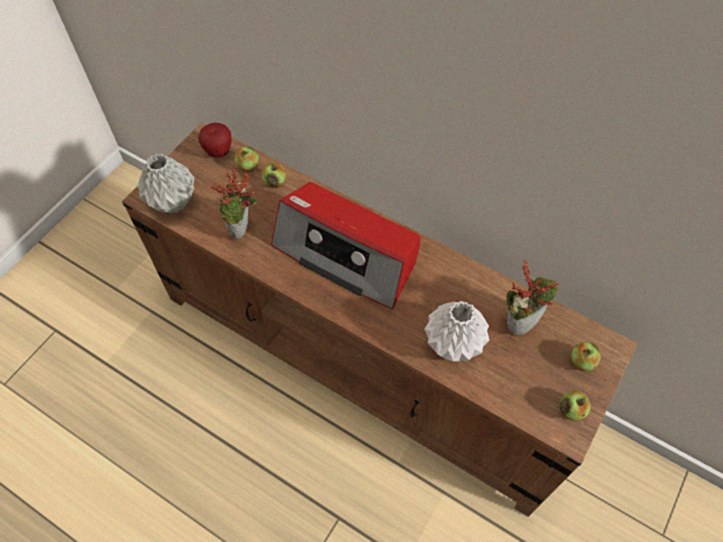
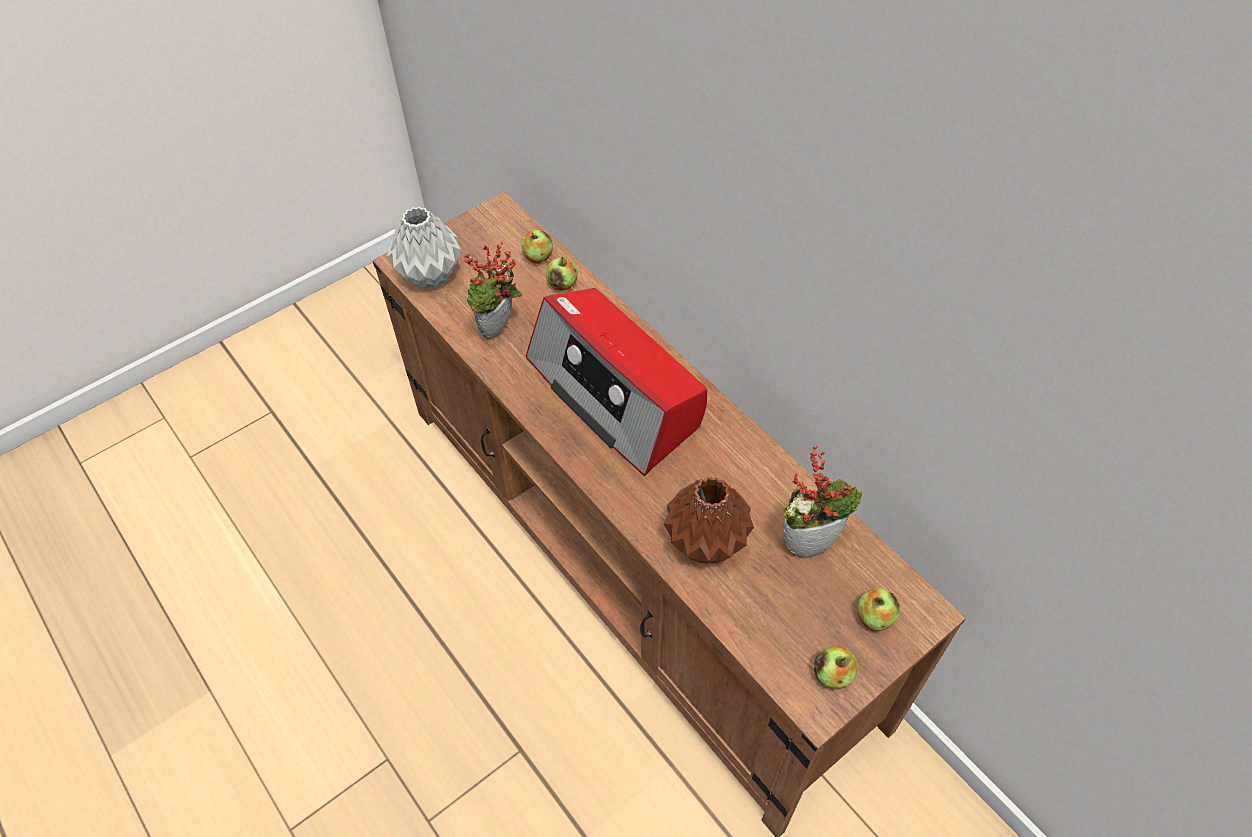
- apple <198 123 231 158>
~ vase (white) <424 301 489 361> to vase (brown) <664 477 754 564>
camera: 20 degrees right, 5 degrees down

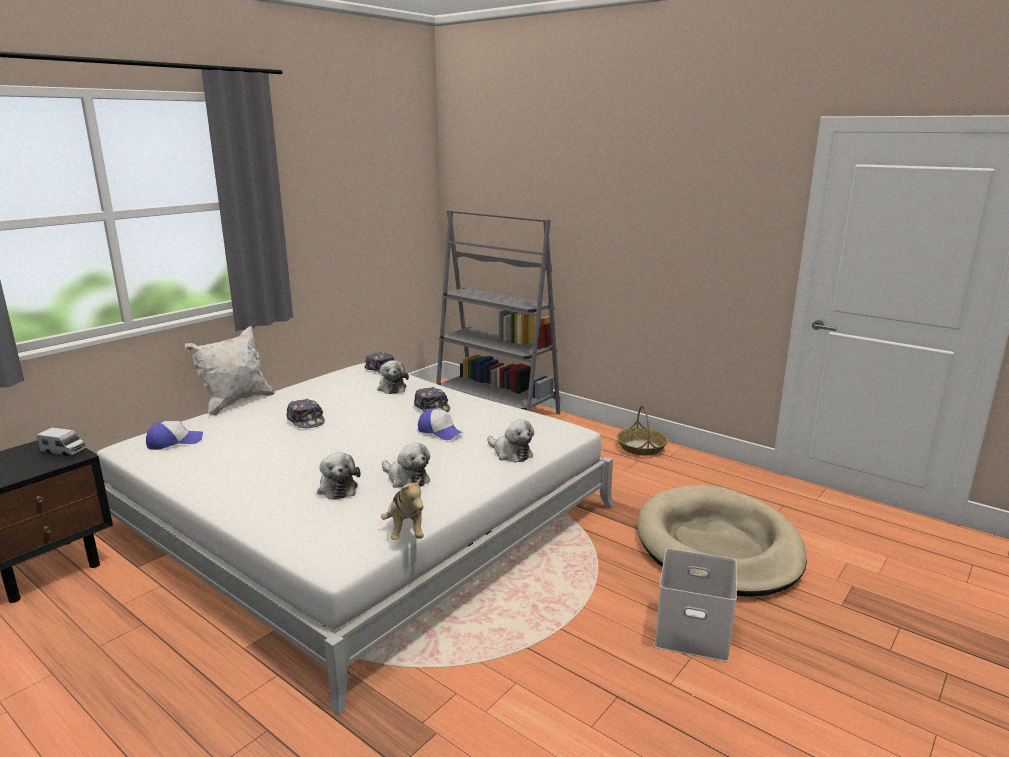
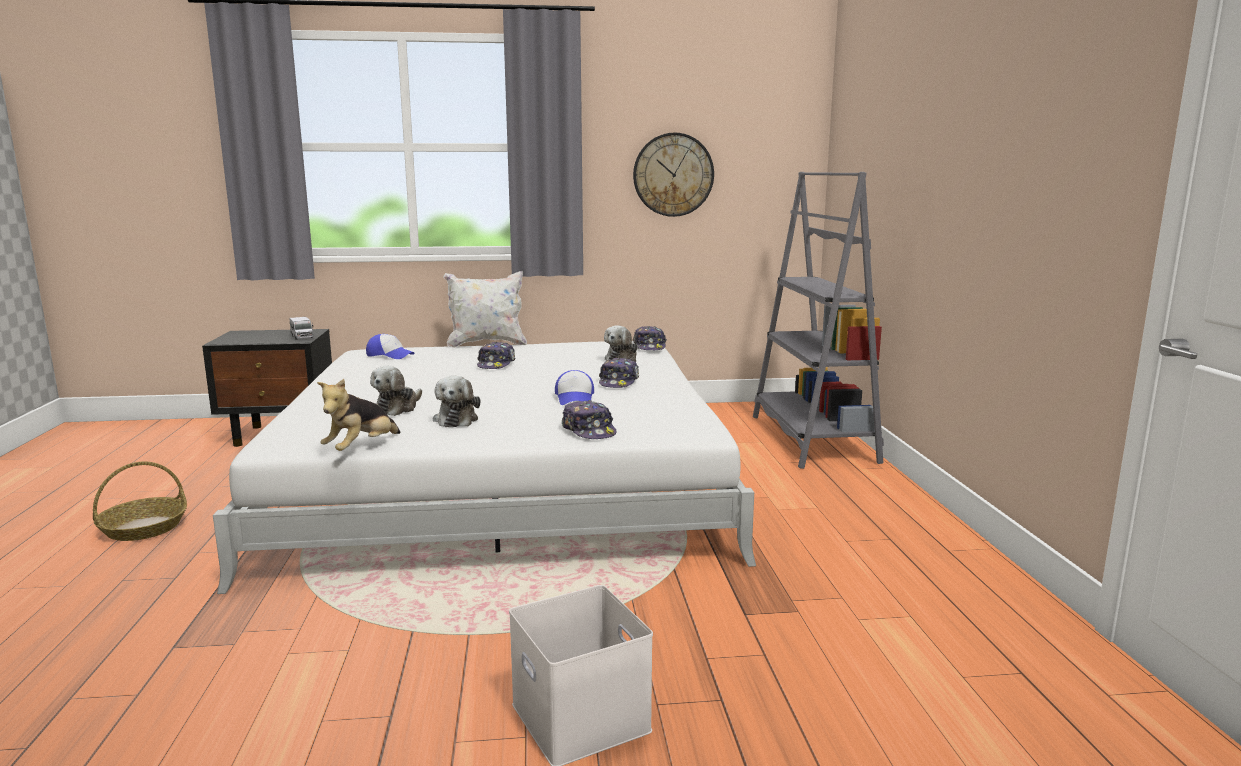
- dog bed (beige) <637 485 807 597>
+ wall clock <633 133 714 217>
~ basket <617 405 668 456> to <93 461 187 541>
~ plush toy <487 420 534 462> to cap <562 400 617 439>
camera: 45 degrees right, 5 degrees down

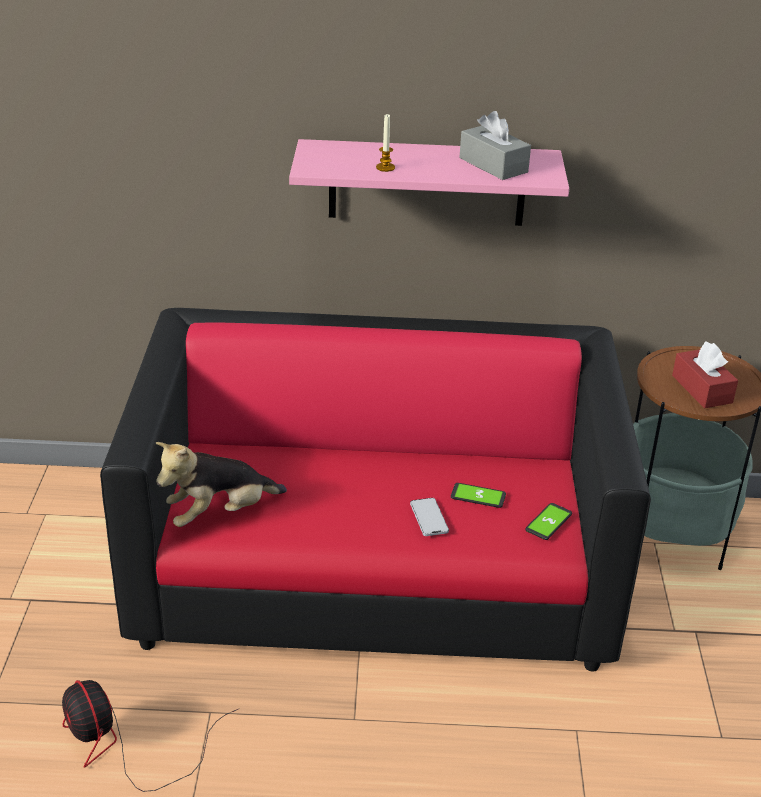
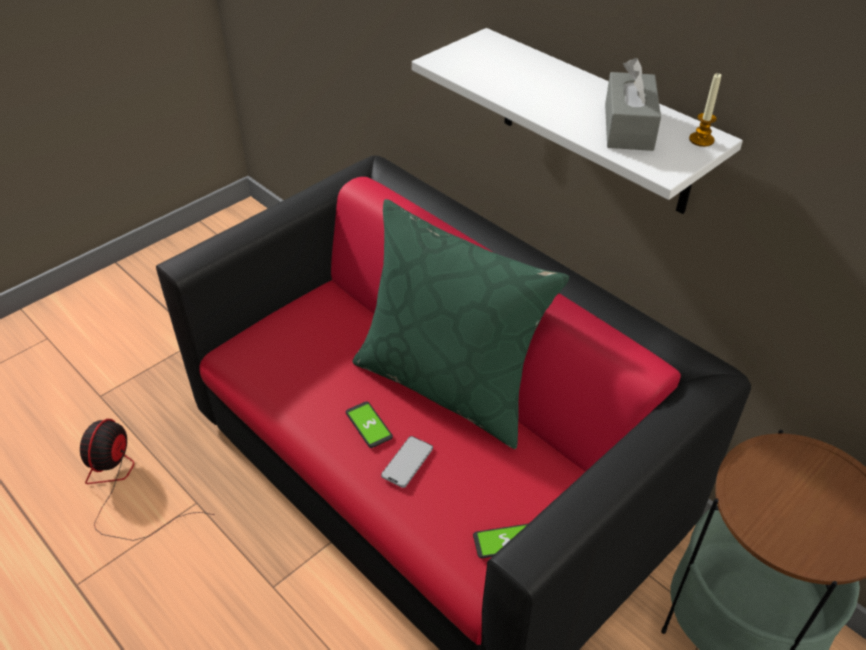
- plush toy <156 442 287 527>
- tissue box (red) <672 342 738 408>
+ pillow (green) <352 199 569 449>
~ candle <376 113 395 172> to <689 72 722 147>
~ phone <451 483 506 508> to <346 401 393 448>
~ shelf (pink) <289 139 569 226> to shelf (white) <412 28 743 214>
camera: 45 degrees right, 10 degrees up

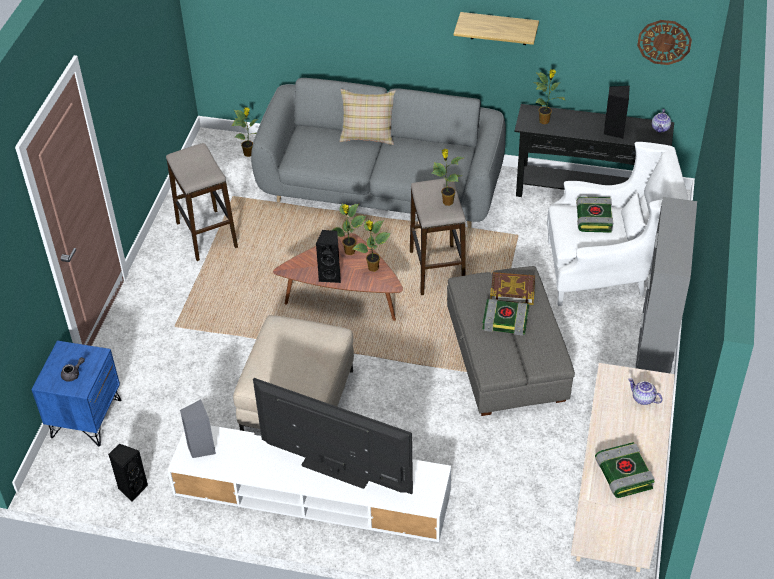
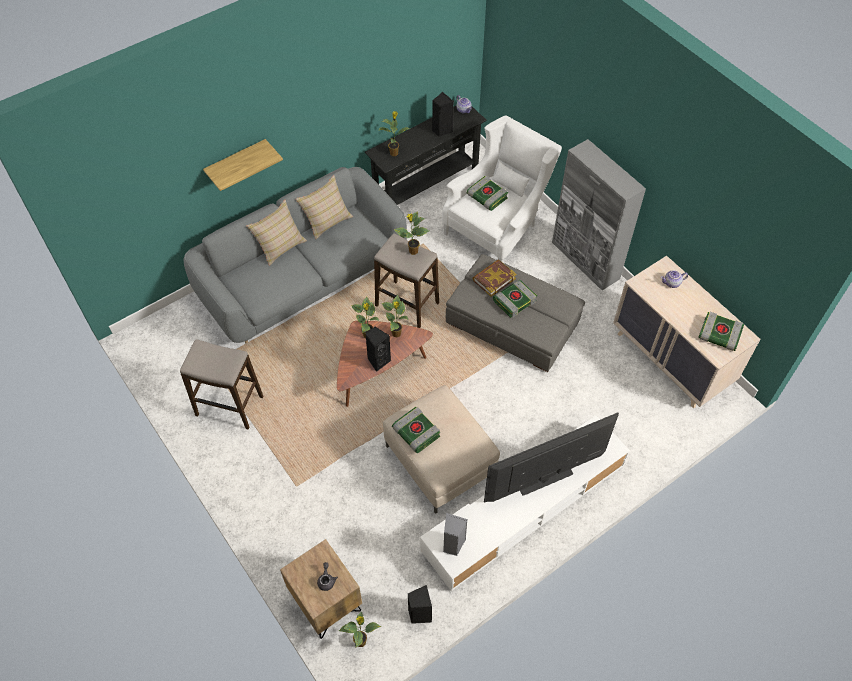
- wall clock <637 20 692 65>
+ pillow (beige) <296 175 353 239>
+ book <392 407 440 453>
~ potted plant <232 107 258 157> to <339 611 381 647>
~ shelf <454 12 539 45> to <203 139 283 191>
~ nightstand (blue) <31 340 121 446> to nightstand (brown) <280 539 362 639>
camera: 50 degrees left, 10 degrees up

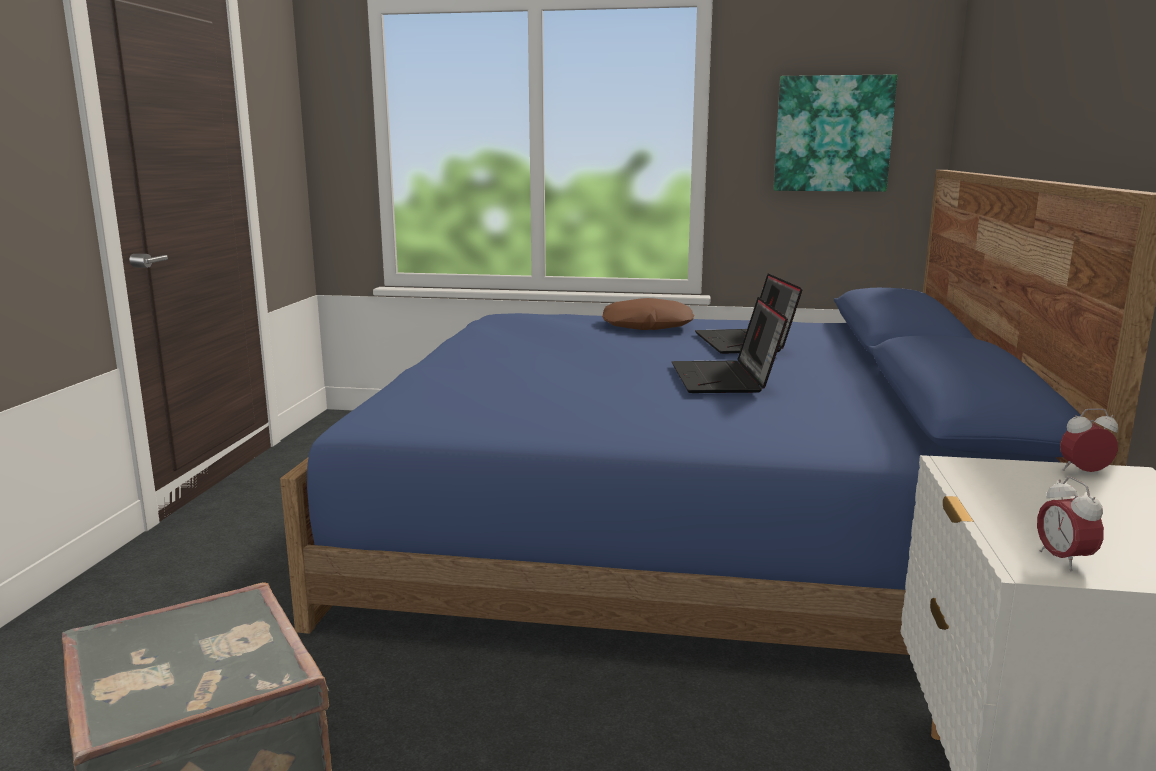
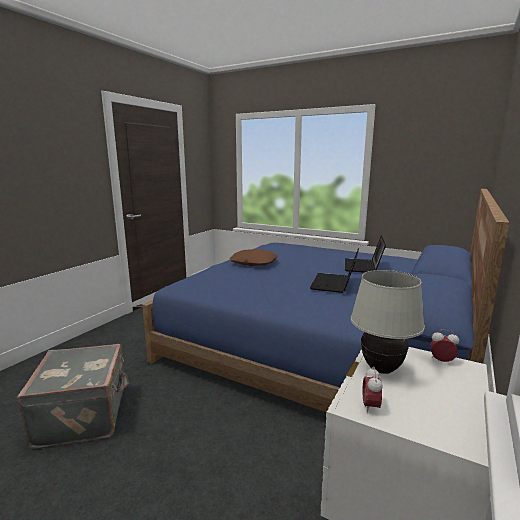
- picture <773 74 897 192>
+ table lamp (white) <350 270 425 374>
~ pillow (brown) <602 298 694 330> to <230 249 277 266>
camera: 20 degrees right, 0 degrees up

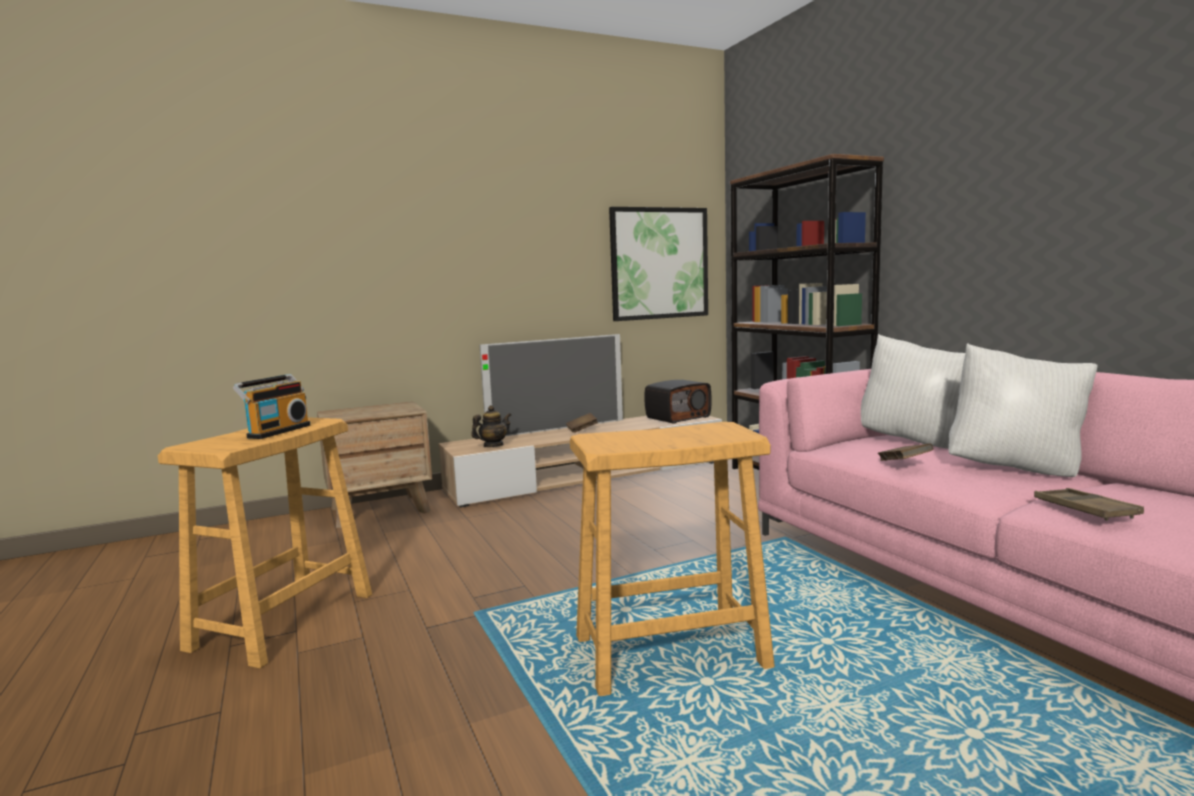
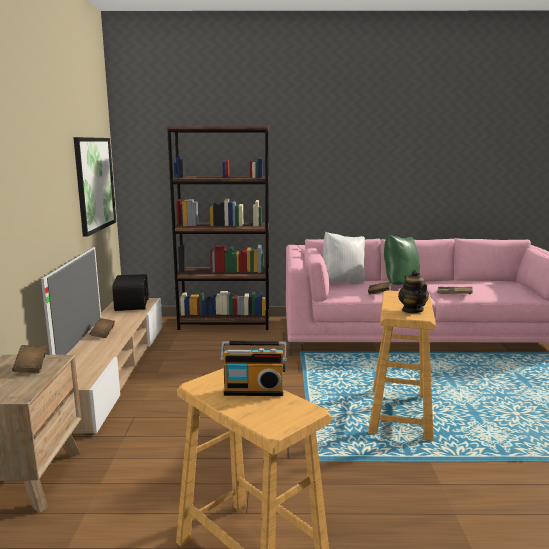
+ book (brown) <12 345 47 373>
~ teapot <471 405 511 447> to <398 270 429 313>
~ pillow (white) <949 343 1098 477> to pillow (green) <384 235 420 285>
~ radio <233 374 310 439> = <220 341 287 396> 135 degrees clockwise
camera: 65 degrees left, 5 degrees up

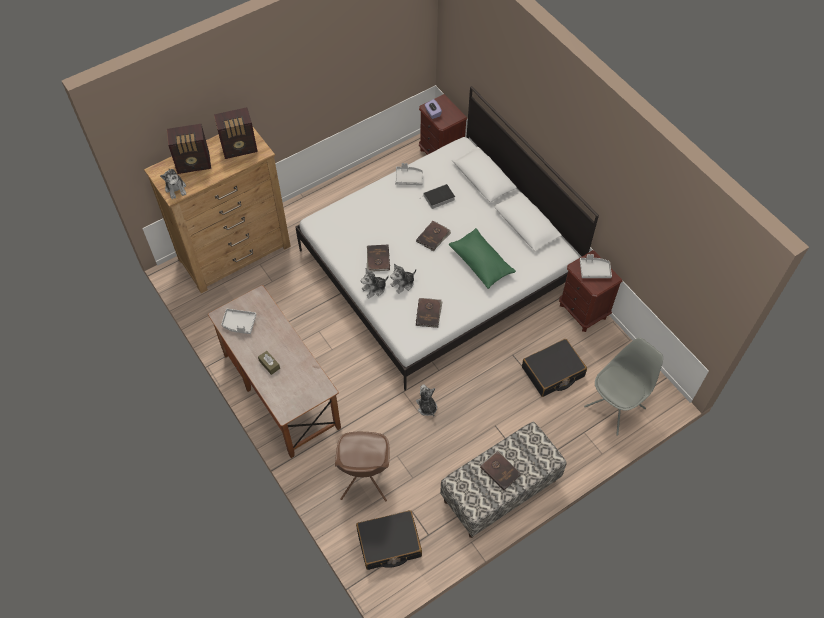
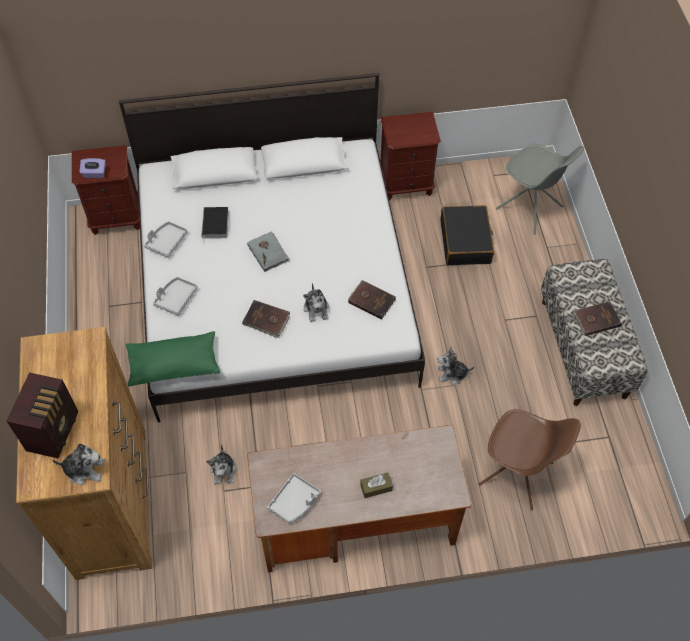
- radio <214 107 258 159>
- suitcase (black) <356 510 422 570>
~ plush toy <361 268 389 298> to <206 444 237 485>
~ pillow (green) <449 228 516 289> to <126 331 220 386>
~ tray (grey) <580 254 612 278> to <153 277 197 316>
~ book (brown) <416 221 451 251> to book (grey) <247 231 289 272>
~ chair (grey) <584 338 663 436> = <496 144 584 235> 150 degrees clockwise
camera: 65 degrees left, 0 degrees up

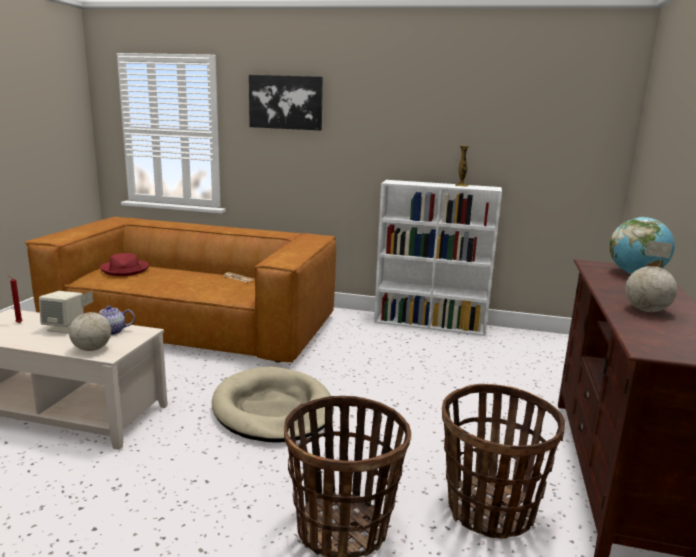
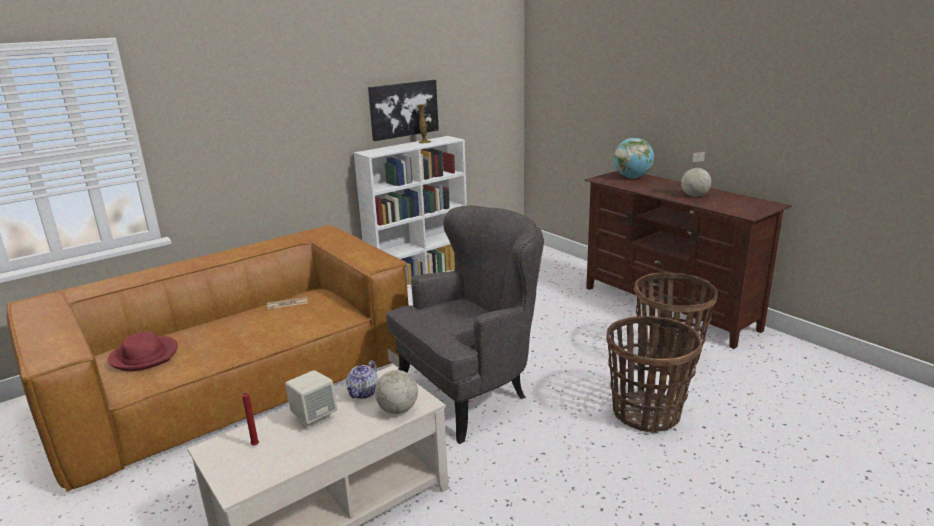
~ picture <249 75 323 130> to <368 80 439 141>
~ dog bed (beige) <212 366 334 443> to armchair (grey) <386 205 544 444>
camera: 50 degrees left, 5 degrees up

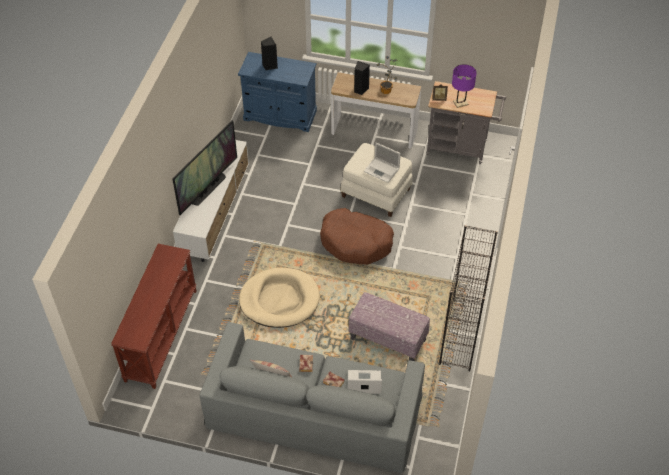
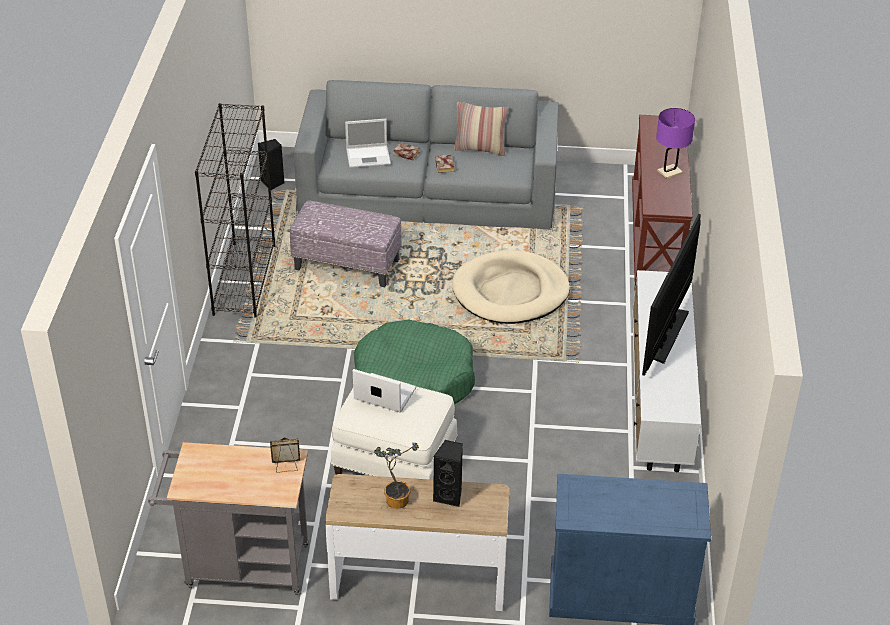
~ speaker (black) <261 37 278 70> to <258 139 284 190>
~ table lamp (purple) <452 64 477 108> to <656 108 695 179>
~ dog bed (brown) <320 208 394 265> to dog bed (green) <354 319 475 404>
camera: 170 degrees right, 10 degrees down

